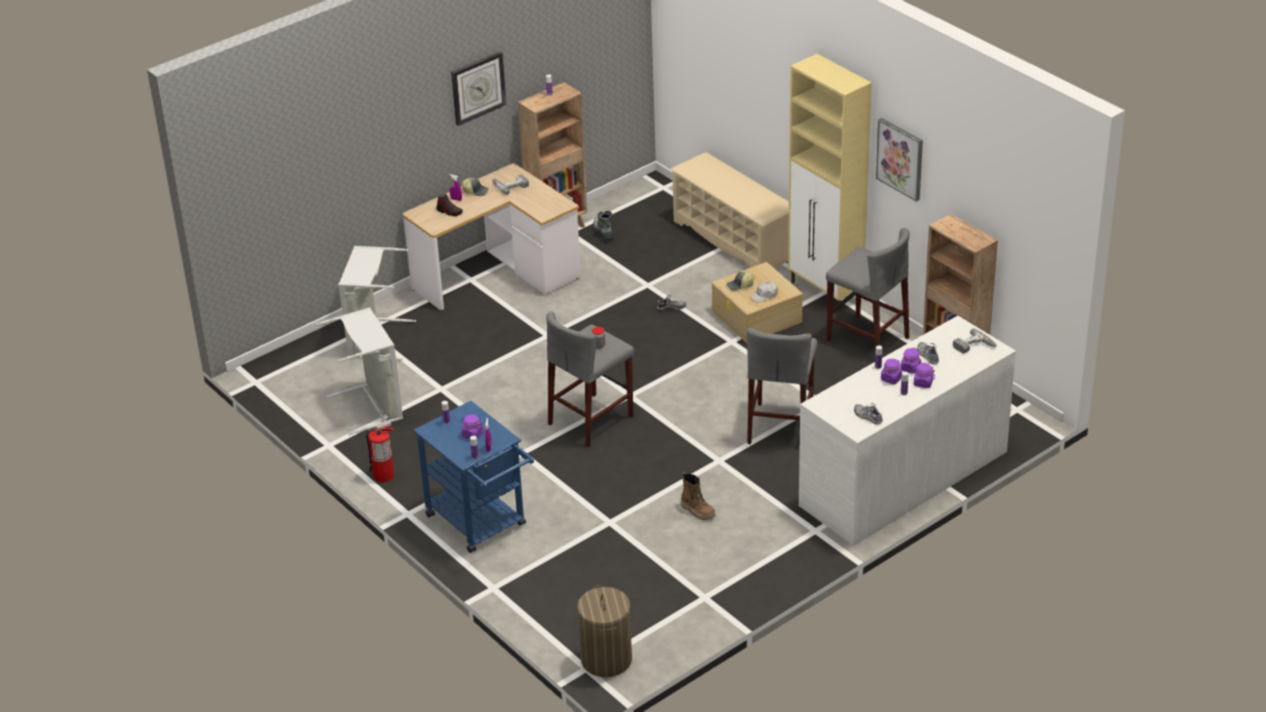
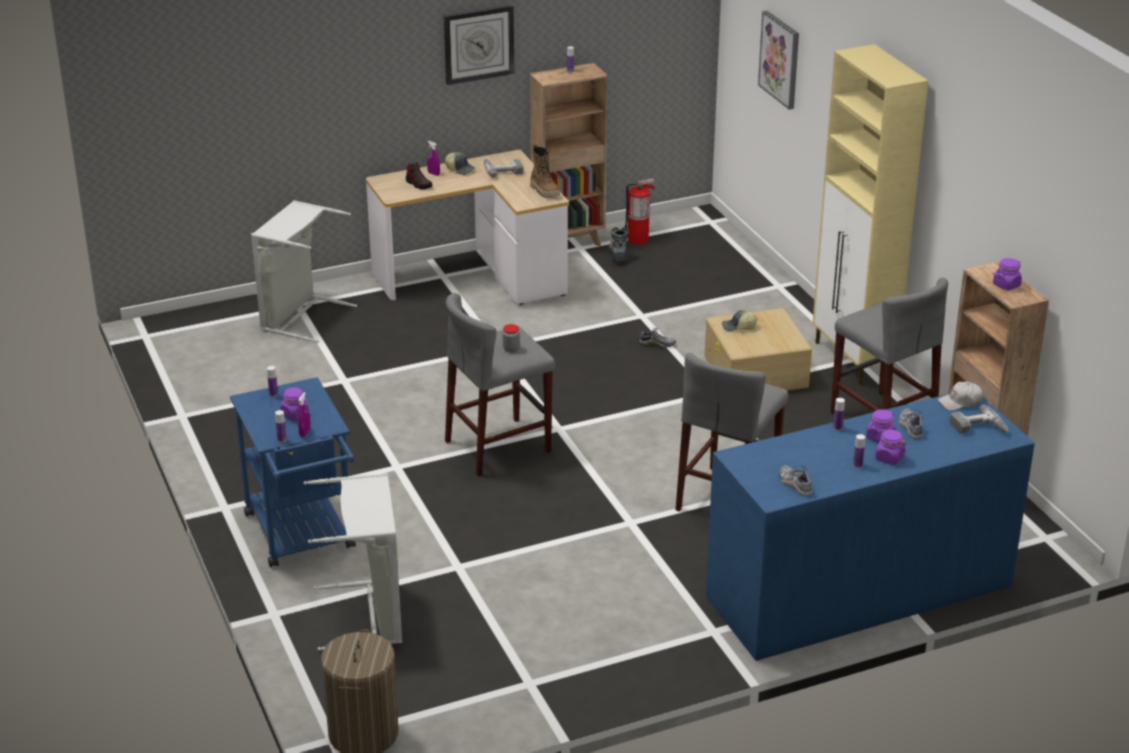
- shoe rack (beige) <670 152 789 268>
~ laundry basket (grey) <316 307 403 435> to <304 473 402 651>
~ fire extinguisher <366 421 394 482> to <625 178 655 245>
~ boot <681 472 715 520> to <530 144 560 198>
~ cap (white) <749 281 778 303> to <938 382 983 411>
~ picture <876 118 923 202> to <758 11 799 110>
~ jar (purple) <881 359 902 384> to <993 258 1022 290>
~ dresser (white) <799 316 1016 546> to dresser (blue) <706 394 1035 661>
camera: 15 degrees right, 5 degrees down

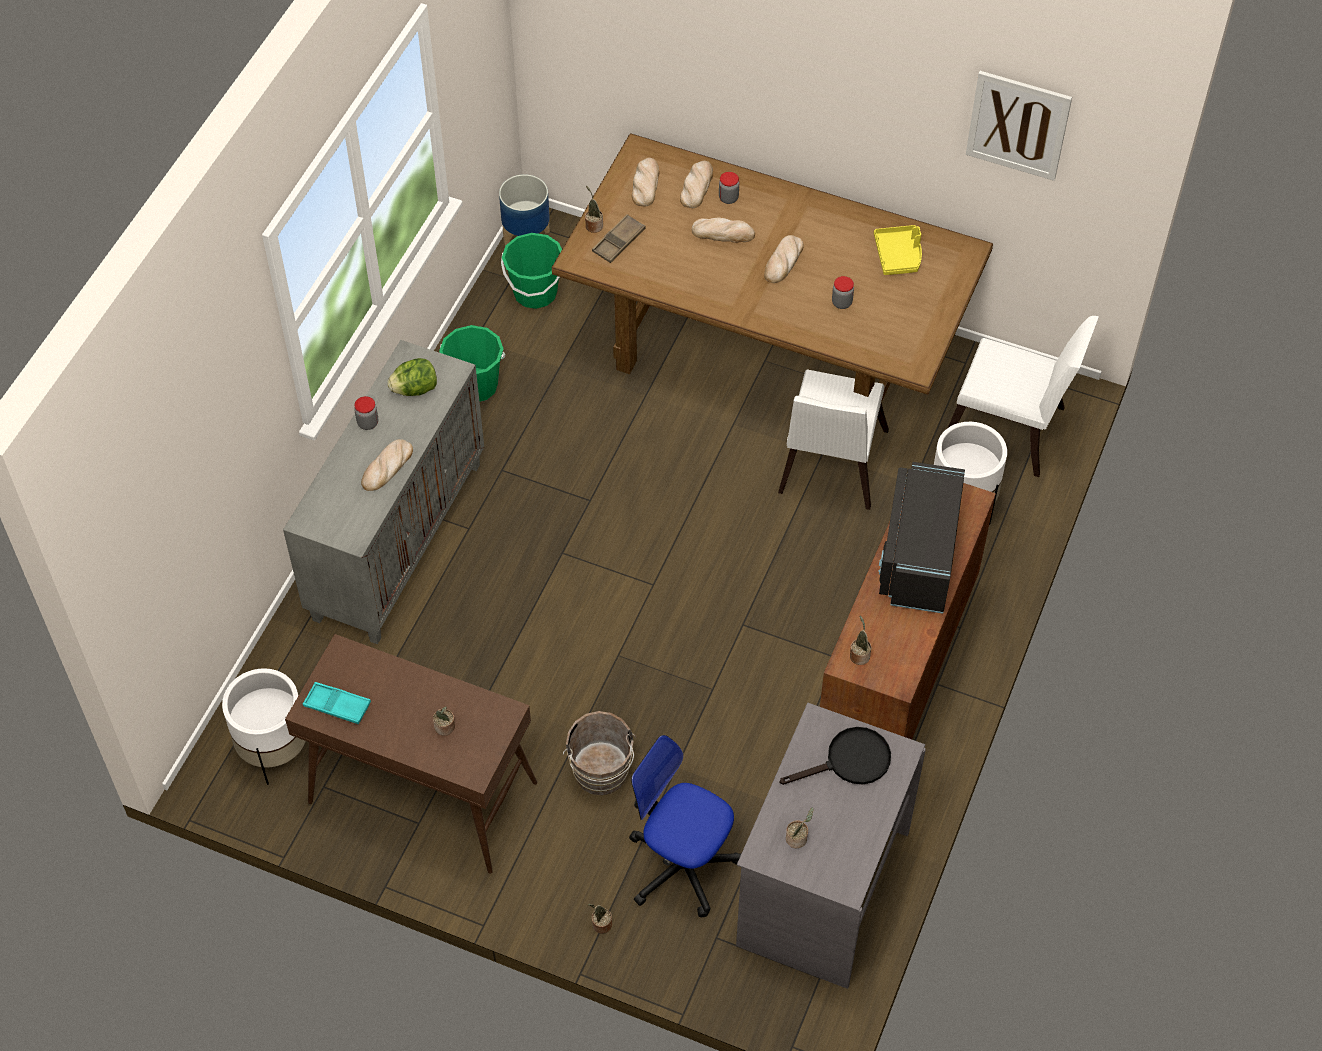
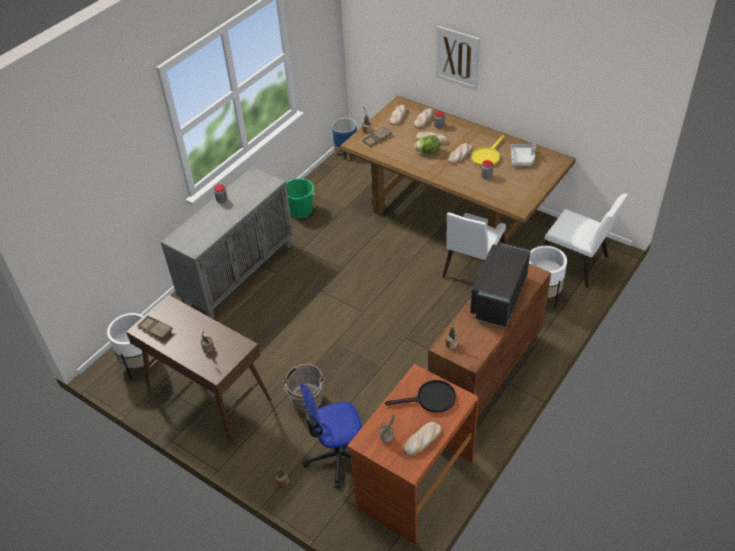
- bucket (green) <501 233 562 309>
+ frying pan (yellow) <471 136 504 166>
~ bread <361 439 413 491> to <403 422 442 456>
~ lettuce <387 358 437 396> to <415 135 440 154>
~ picture <966 71 1072 181> to <436 26 480 90>
~ tray (turquoise) <303 682 371 724> to tray (brown) <137 315 173 339>
~ desk (grey) <736 703 926 989> to desk (brown) <347 364 479 544>
~ tray (yellow) <874 225 922 275> to tray (grey) <511 144 536 166>
~ office chair <629 735 741 917> = <300 384 362 488> 60 degrees counterclockwise
camera: 15 degrees right, 10 degrees down

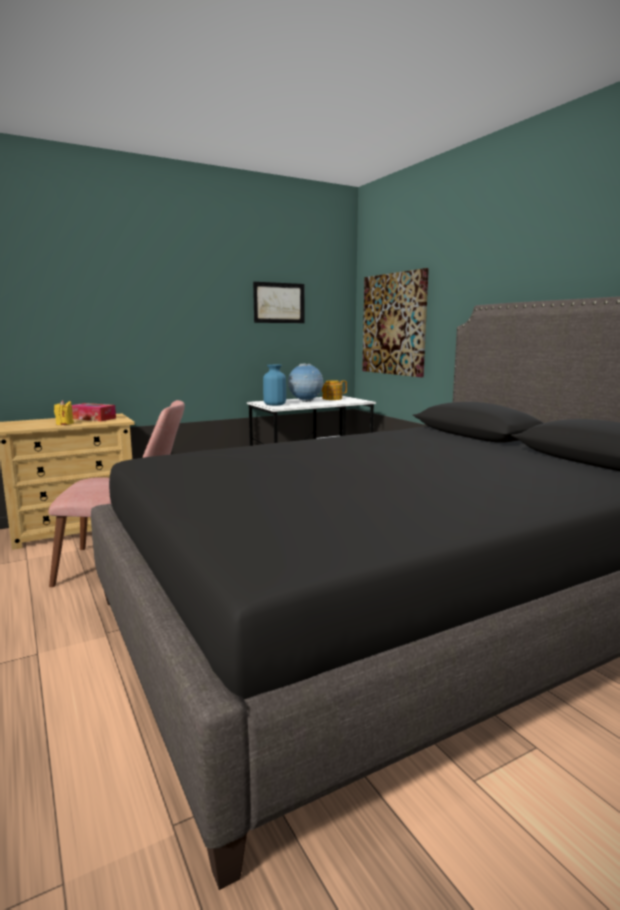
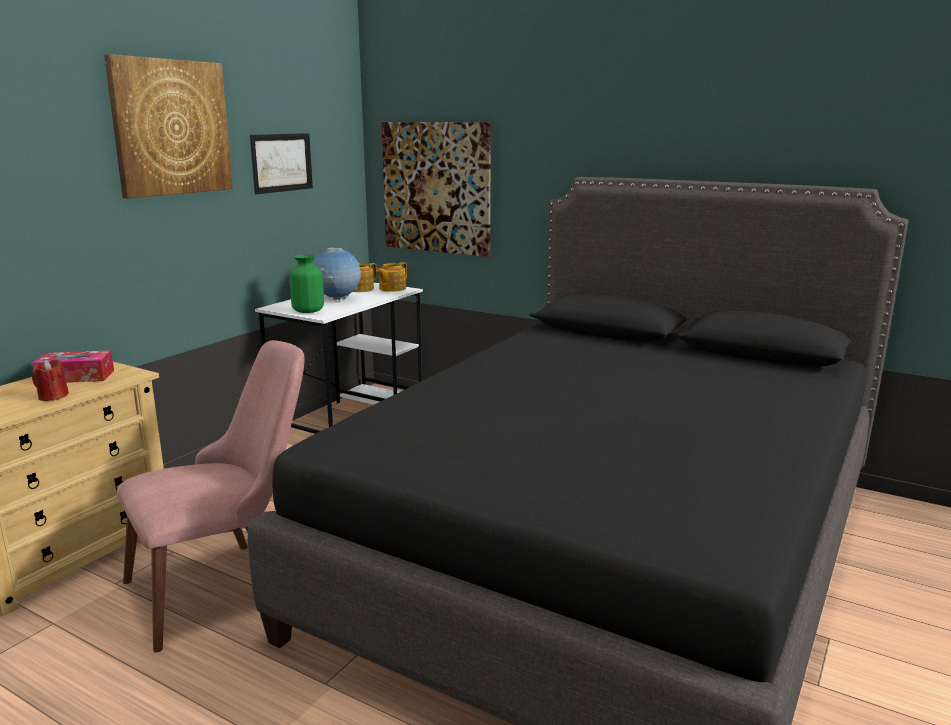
+ picture <104 54 233 199>
+ teapot <376 262 407 292>
~ candle (yellow) <54 400 74 425> to candle (red) <32 359 69 401>
~ vase (blue) <263 365 286 406> to vase (green) <289 254 324 313>
camera: 30 degrees left, 5 degrees up

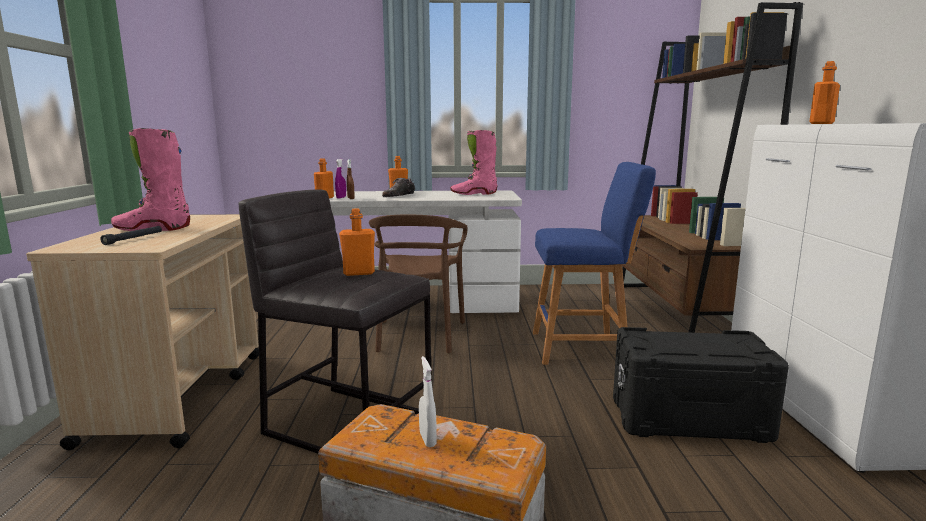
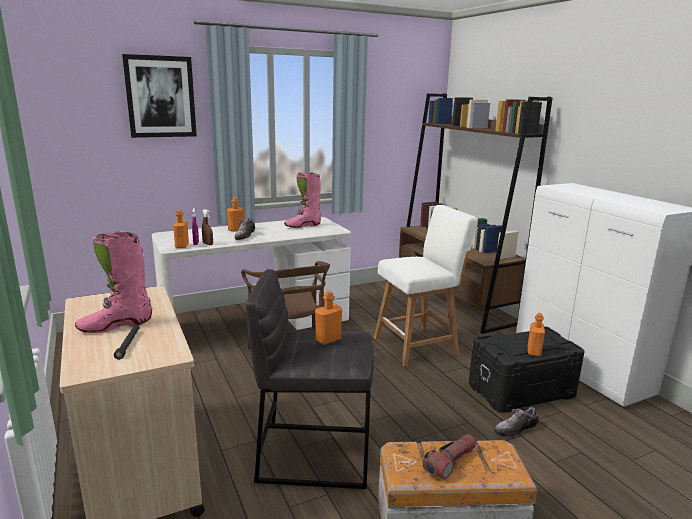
+ picture <122 54 197 138>
+ shoe <494 407 539 436>
~ bottle (orange) <809 61 840 124> to <528 313 545 356>
~ spray bottle (white) <419 356 437 447> to flashlight <423 434 476 479>
~ stool (blue) <533 162 656 365> to stool (white) <374 205 478 367>
camera: 25 degrees left, 5 degrees up

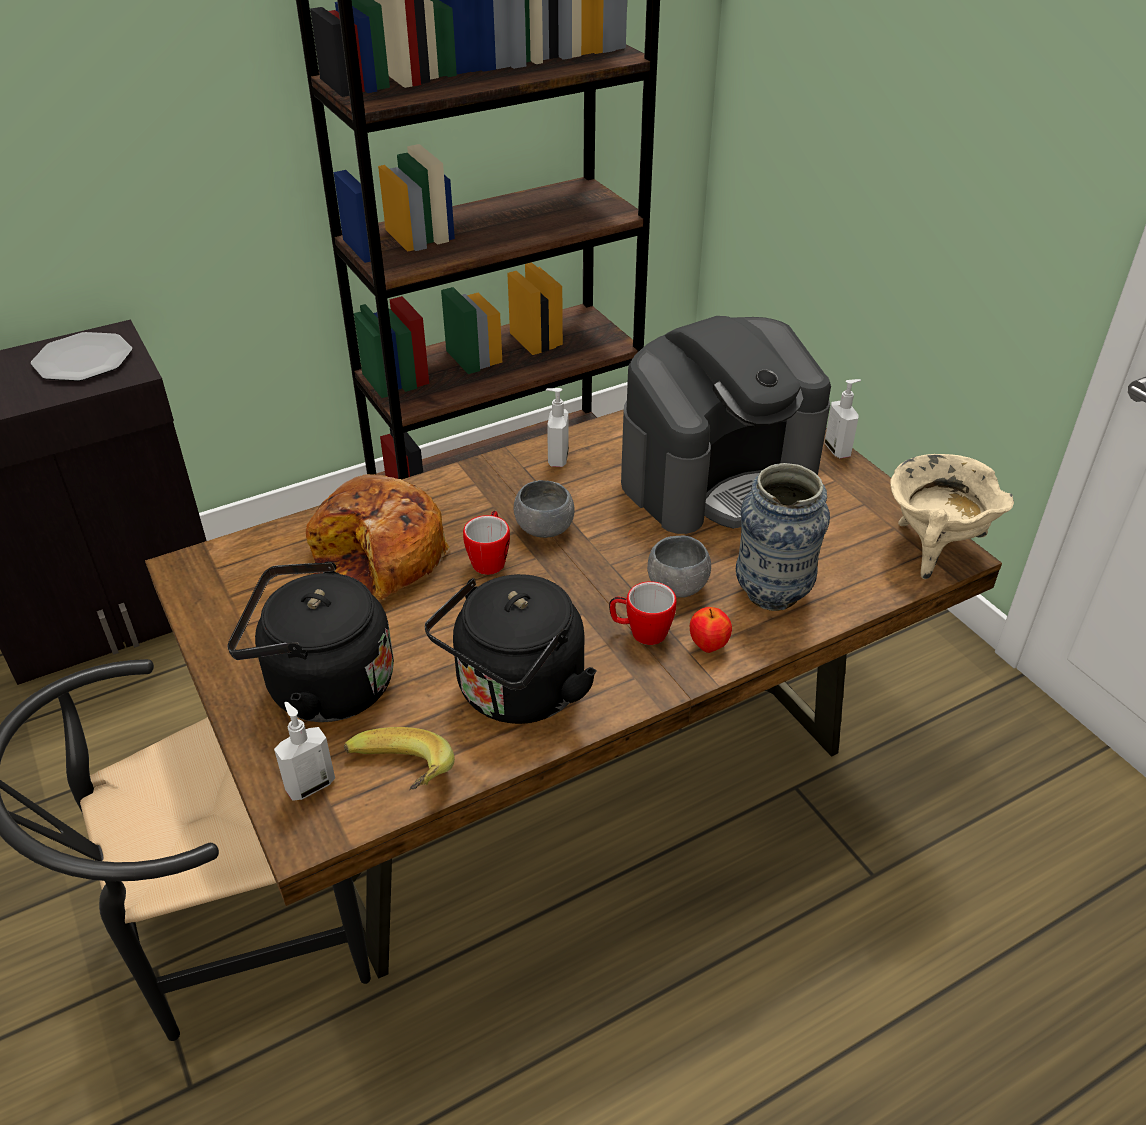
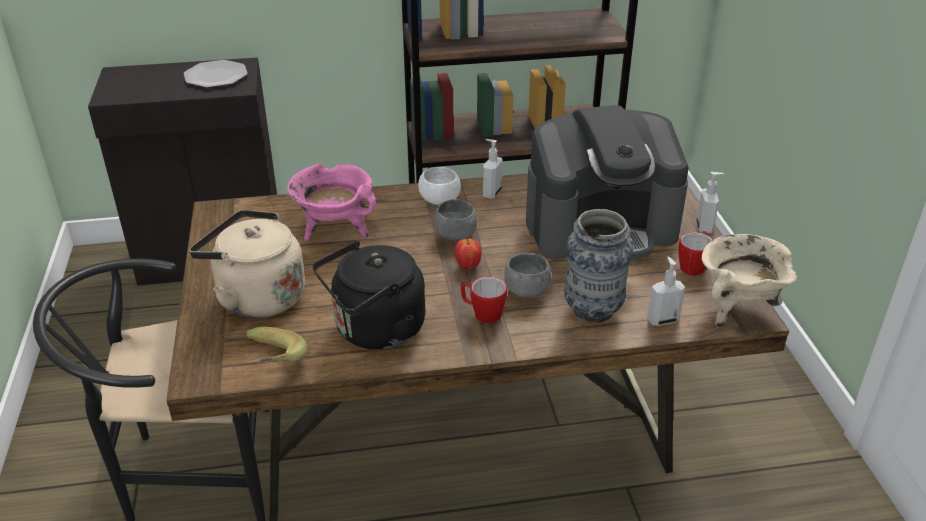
+ bowl (white) <418 167 461 205>
~ soap dispenser <274 702 335 801> to <647 257 685 326>
~ mug <463 511 510 575> to <678 231 713 276>
~ apple <690 607 732 653> to <455 238 482 270>
~ bread <306 474 450 601> to cooking pot (pink) <287 164 376 241>
~ kettle (black) <228 562 394 722> to kettle (beige) <189 210 305 318>
camera: 20 degrees right, 5 degrees down

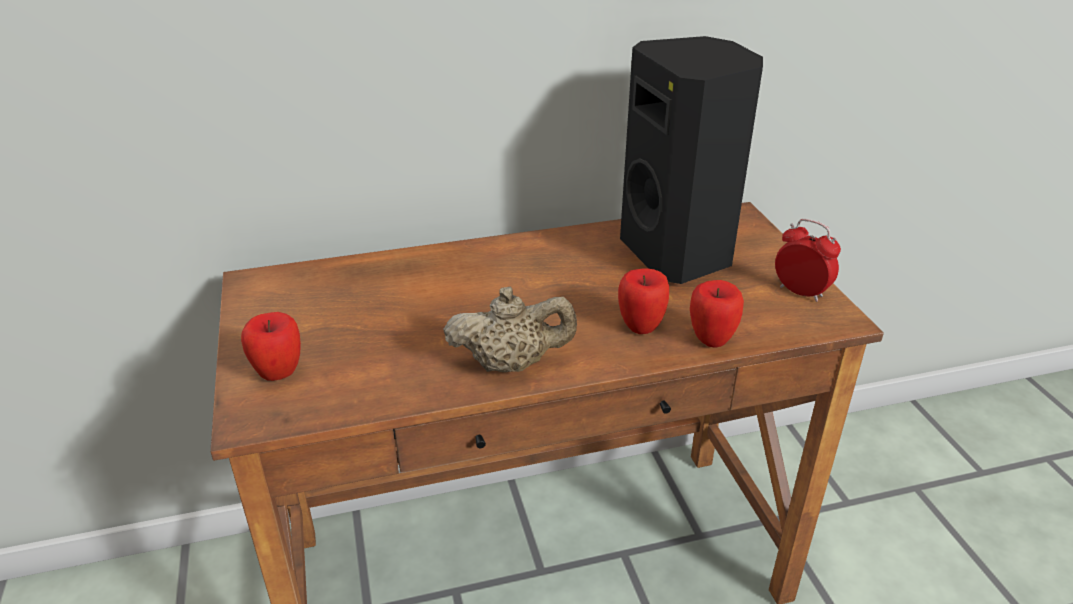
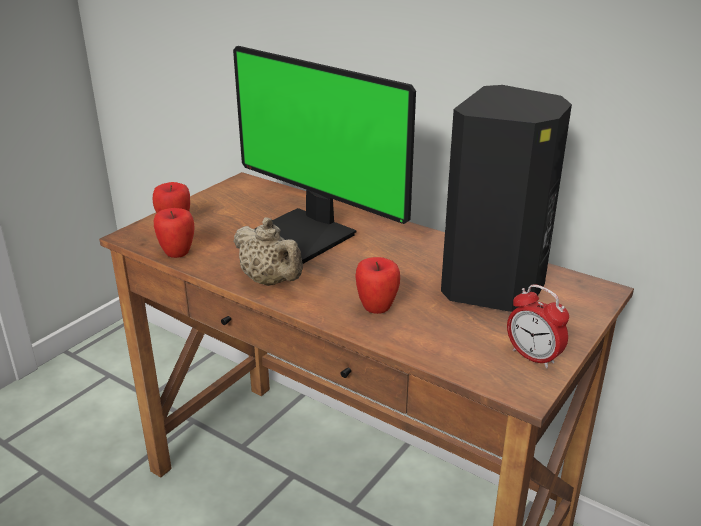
+ monitor <233 46 416 264>
~ apple <690 280 744 348> to <154 208 195 258>
~ alarm clock <775 219 841 302> = <507 284 569 368> 135 degrees clockwise
camera: 50 degrees right, 5 degrees down

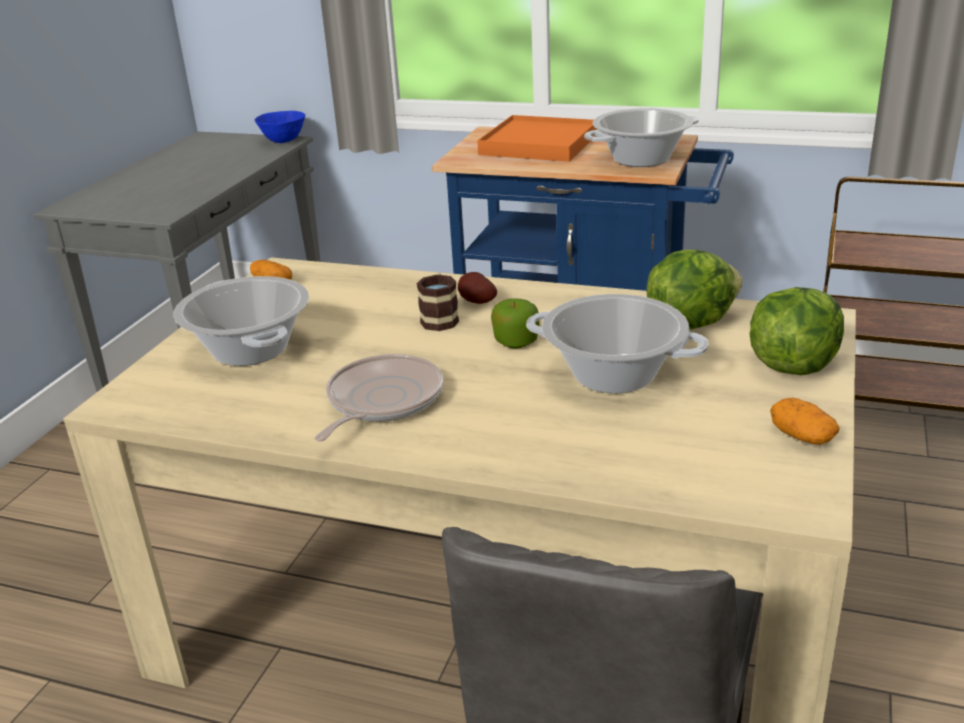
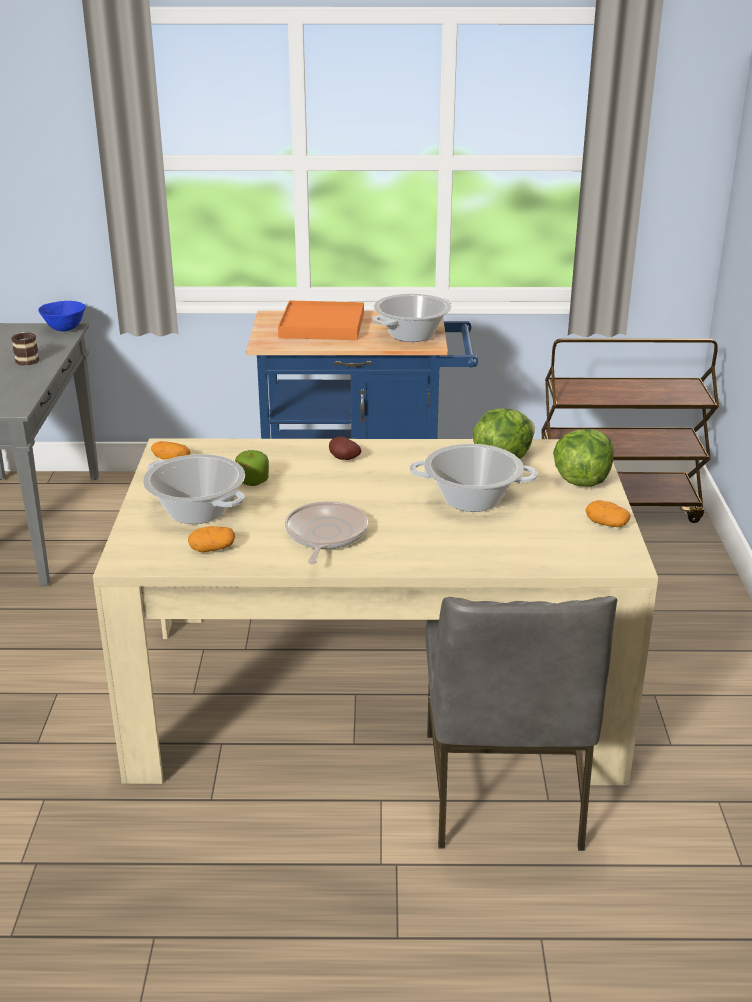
+ potato <188 526 235 552>
~ mug <417 273 459 331> to <11 332 39 366>
~ apple <491 298 540 349> to <235 450 269 486>
camera: 20 degrees left, 0 degrees up

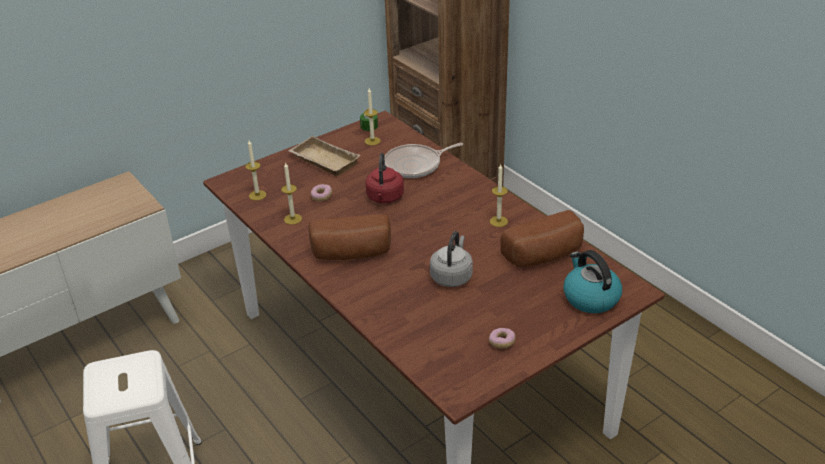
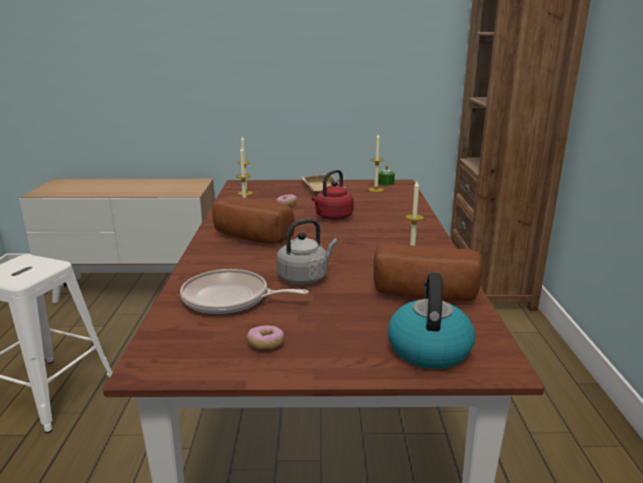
~ frying pan <384 142 463 178> to <180 269 309 315>
camera: 35 degrees right, 15 degrees down

